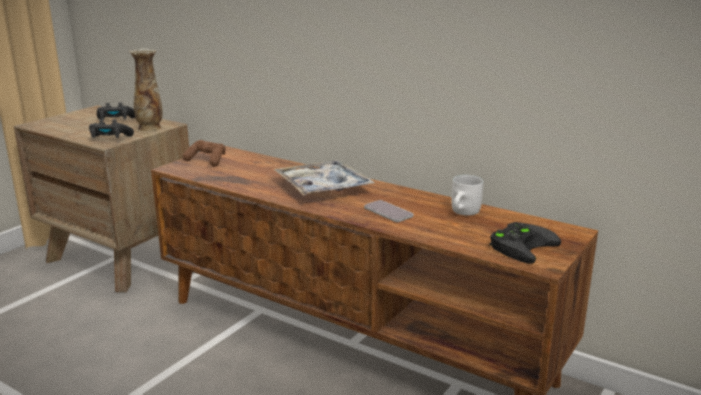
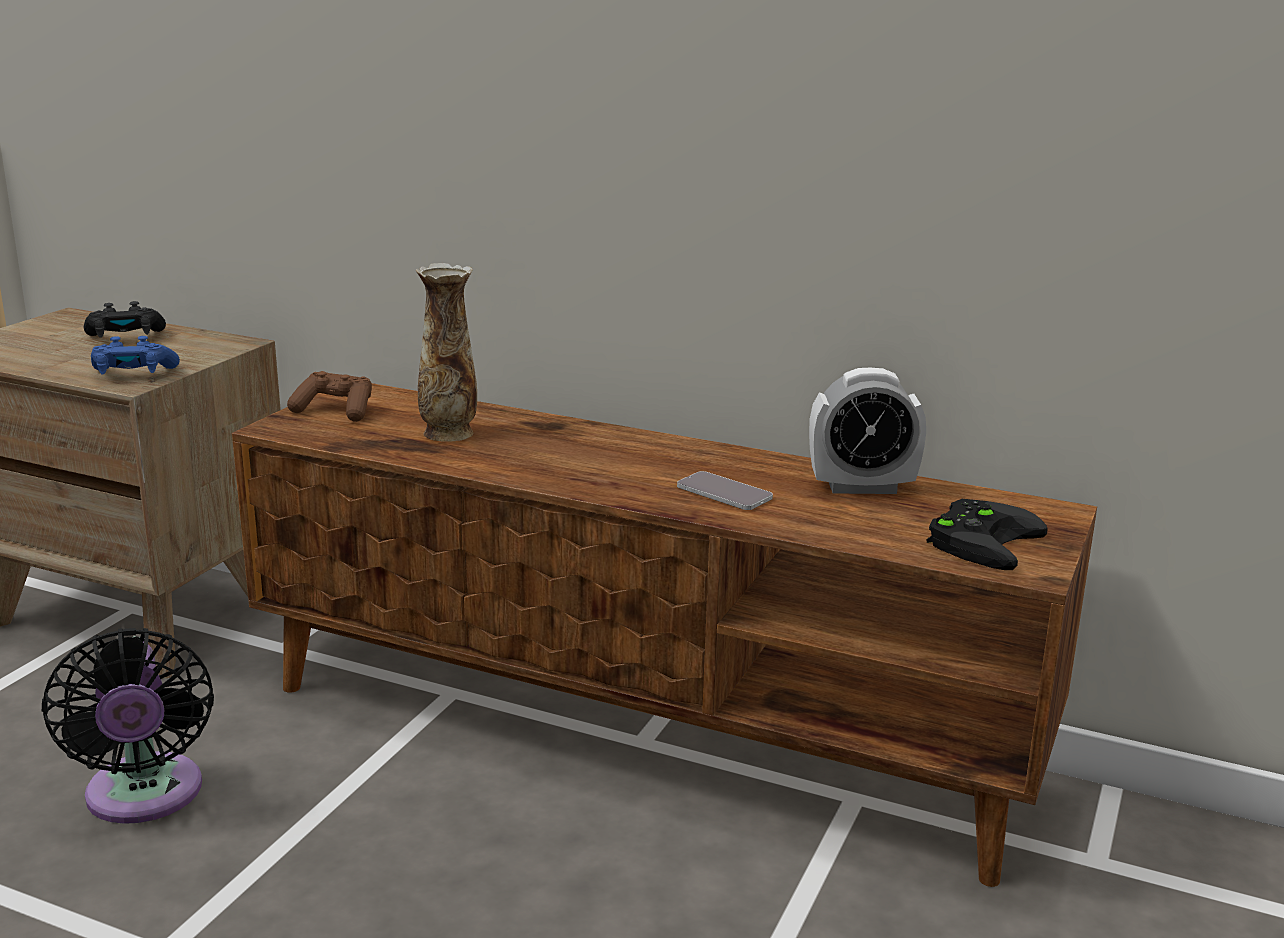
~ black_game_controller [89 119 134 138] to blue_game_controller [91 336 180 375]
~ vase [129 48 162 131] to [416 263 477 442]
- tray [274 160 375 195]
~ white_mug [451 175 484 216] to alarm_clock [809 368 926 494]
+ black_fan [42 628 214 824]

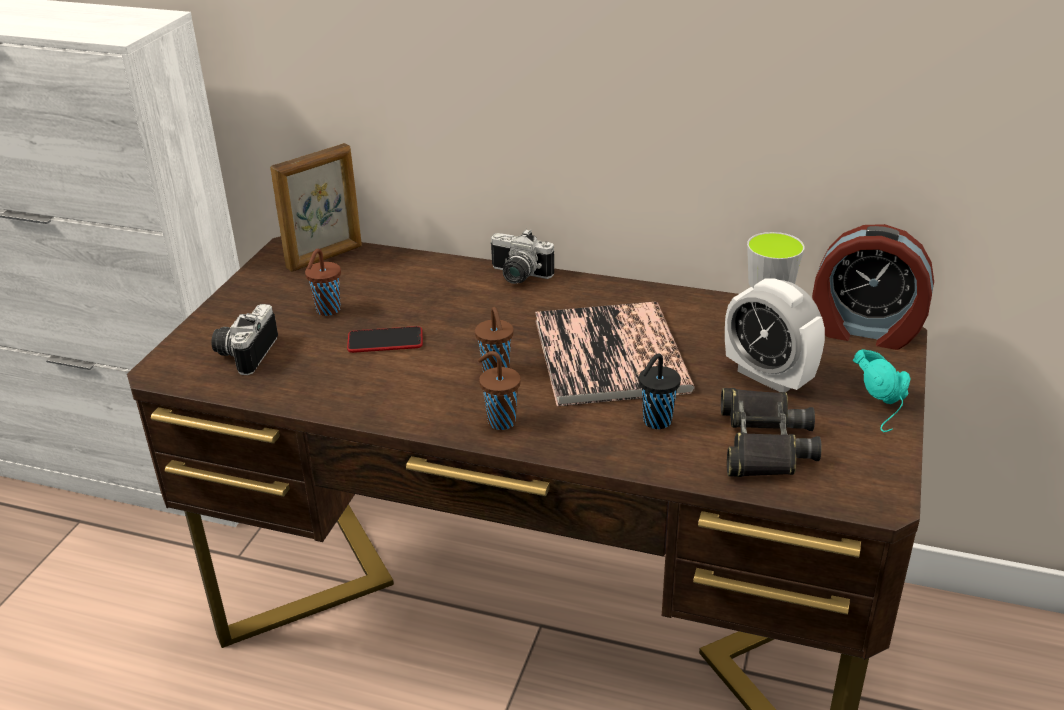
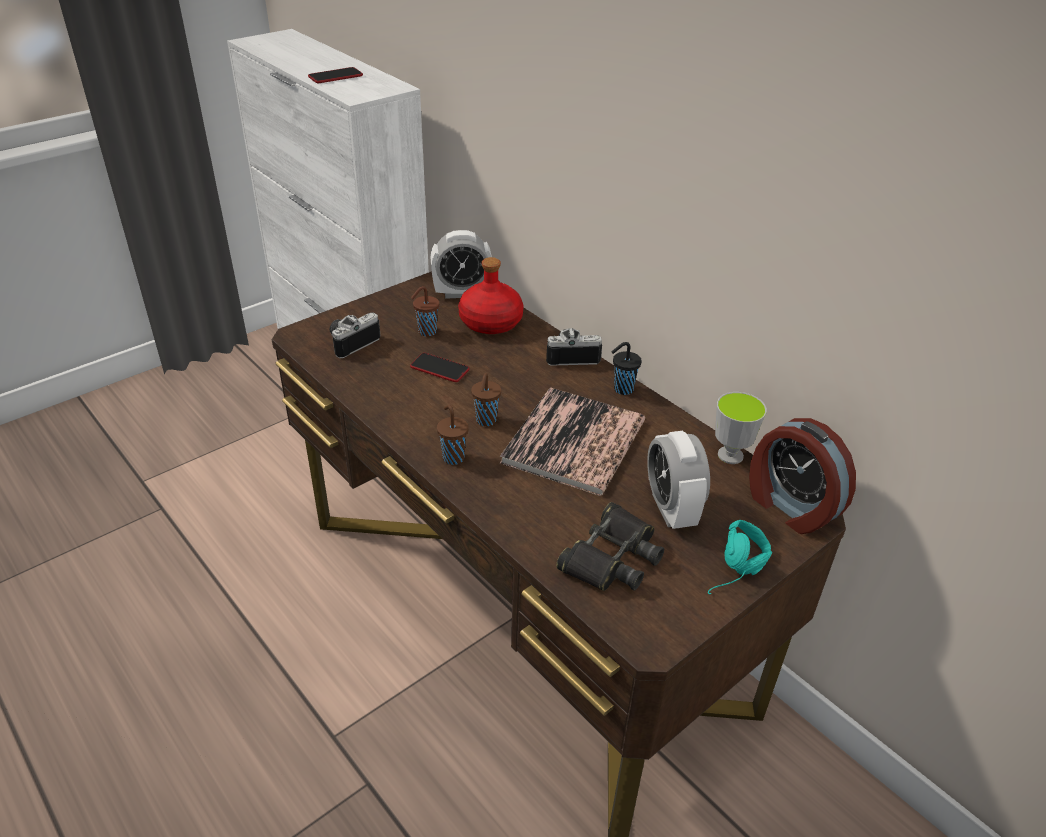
~ picture_frame [270 143 362 272] to alarm_clock [431 230 492 299]
~ photo_camera [490 229 554 284] = [546 328 602 366] 120 degrees clockwise
~ black_cup [639 353 681 429] to [612 342 642 395]
+ phone [308 67 363 83]
+ red_bottle [458 257 524 334]

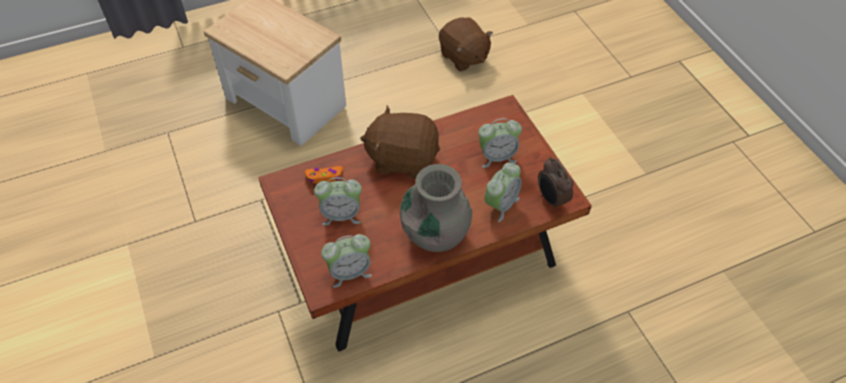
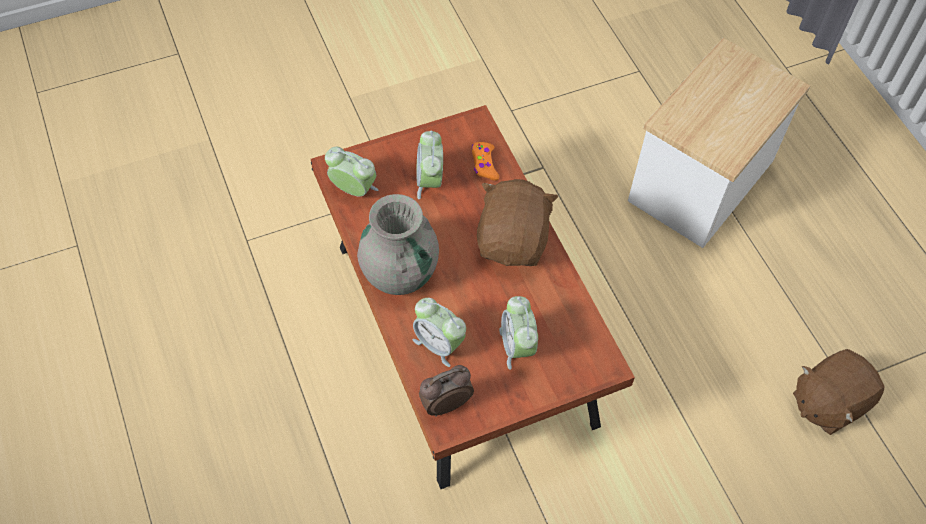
~ alarm_clock [321 234 372 288] = [325 147 378 196] 135 degrees clockwise

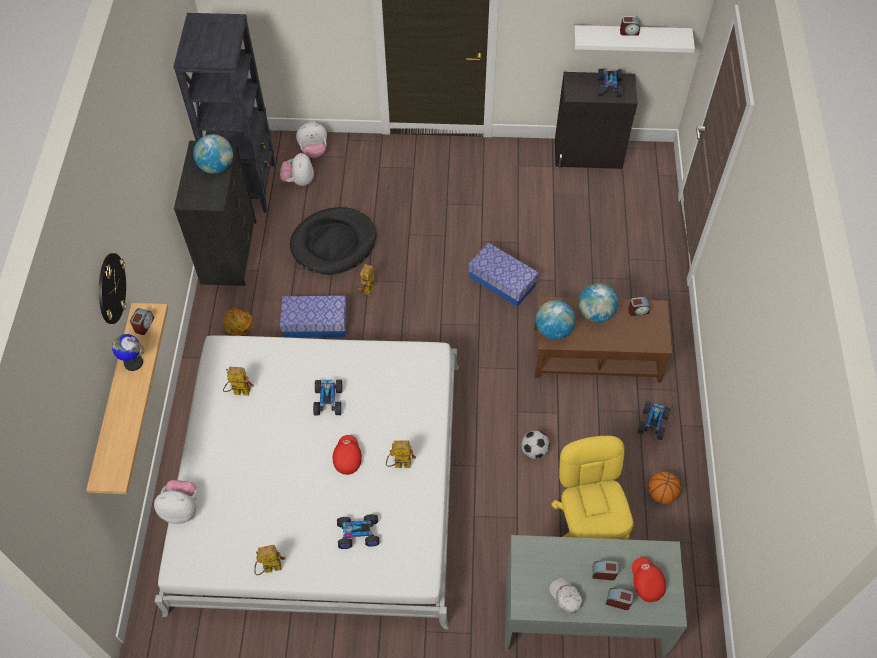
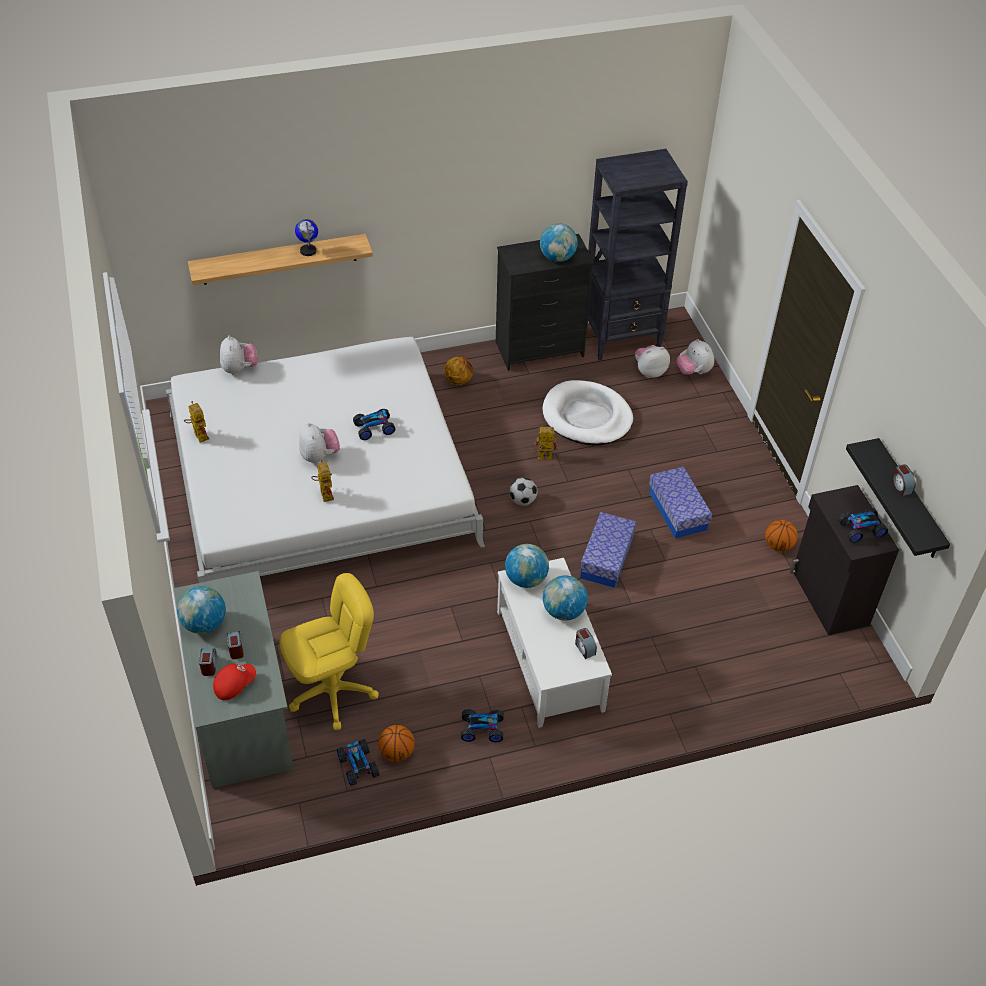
- wall_clock [99 253 126 324]
- alarm_clock [130 308 154 335]
- toy_robot [223 367 254 396]
~ storage_box [280 296 347 337] to [649 466 712 539]
~ black_dog_bed [290 207 377 275] to white_dog_bed [542 380 633 445]
~ red_cap [333 435 362 475] to plush_toy [299 422 340 463]
~ toy_car [337 514 380 549] to [337 739 379 786]
~ football [521 430 550 459] to [510 478 537 506]
~ brown_coffee_table [535 296 672 383] to white_coffee_table [497 558 612 728]
~ white_cap [549 578 583 614] to globe [177 586 226 634]
~ white_shelf [574 25 695 53] to black_shelf [846 438 950 558]
+ basketball [765 520 798 552]

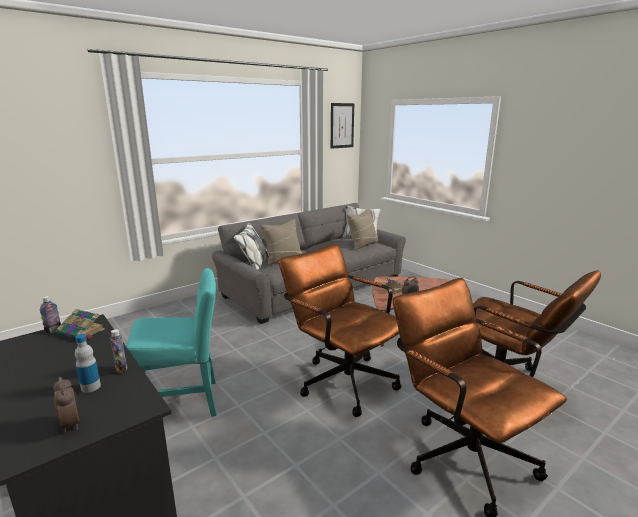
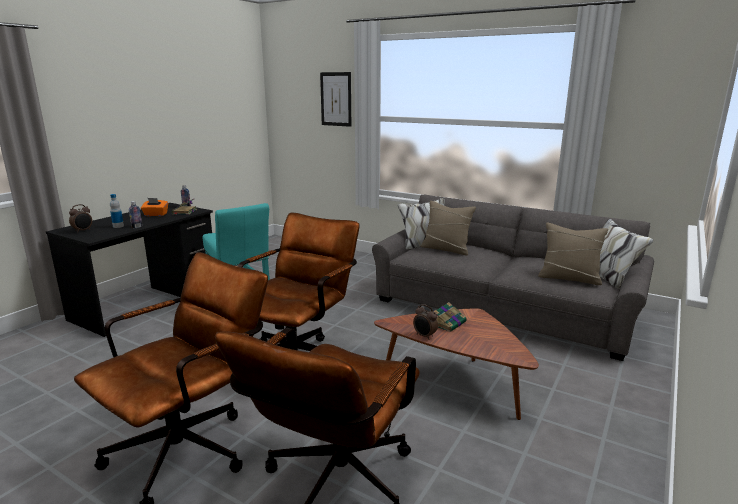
~ picture [331 103 354 149] to [320 72 351 127]
+ orange_tissue_box [141 198 168 216]

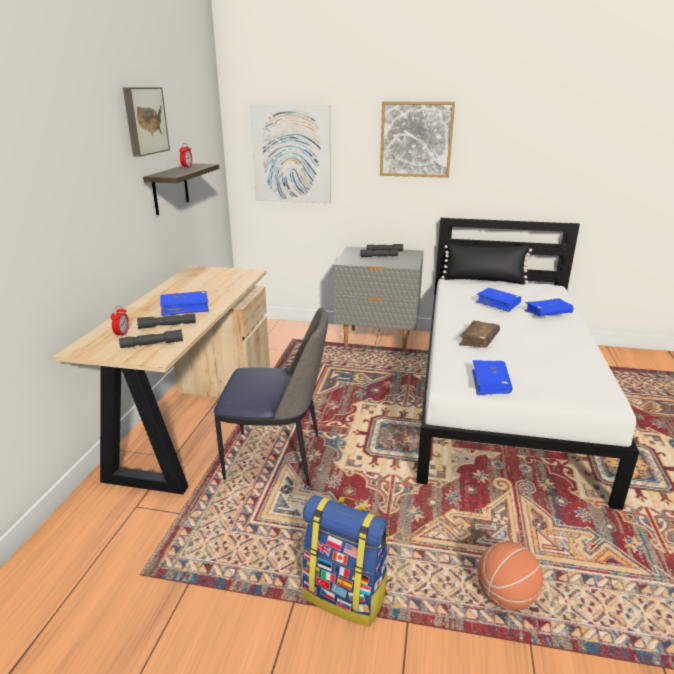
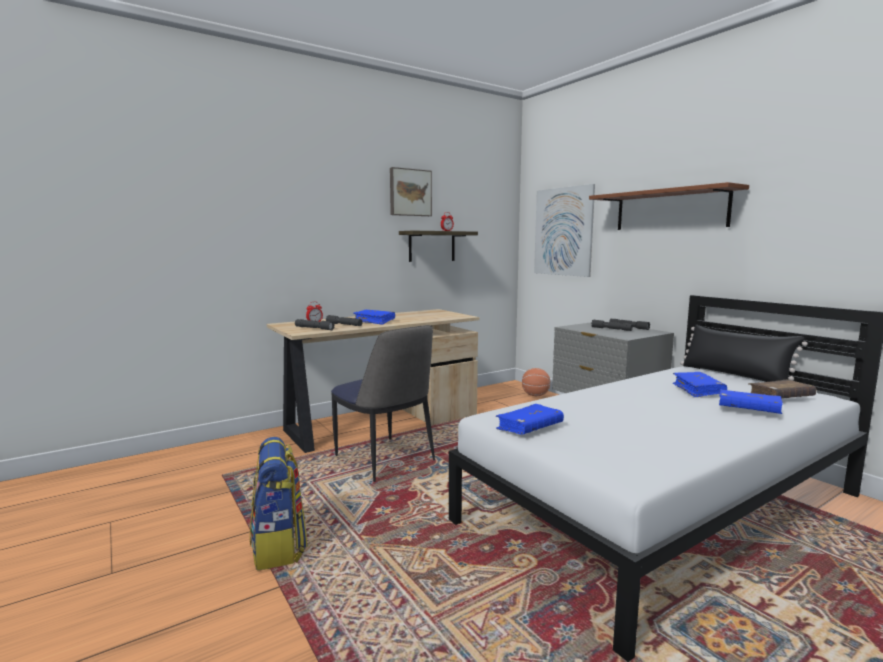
~ picture [380 102 455 178] to brown_shelf [589 182 749 230]
~ brown_book [459 321 500 347] to [748 379 816 399]
~ basketball [477 541 543 610] to [522 368 550 396]

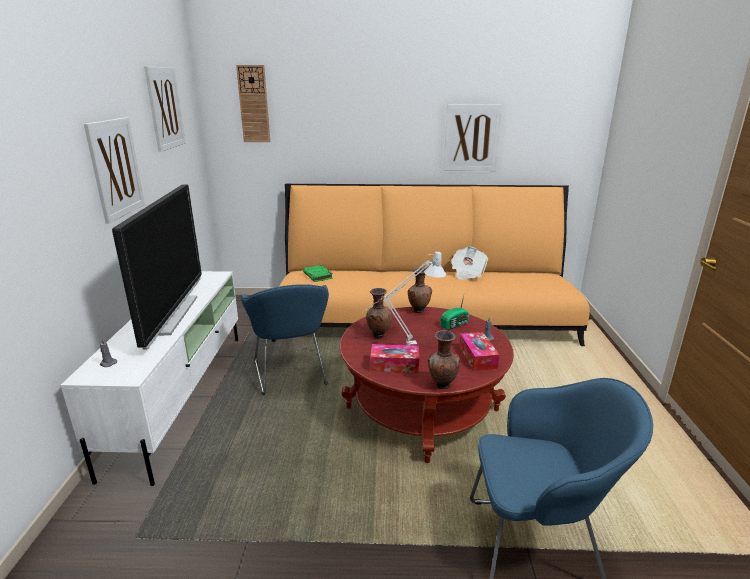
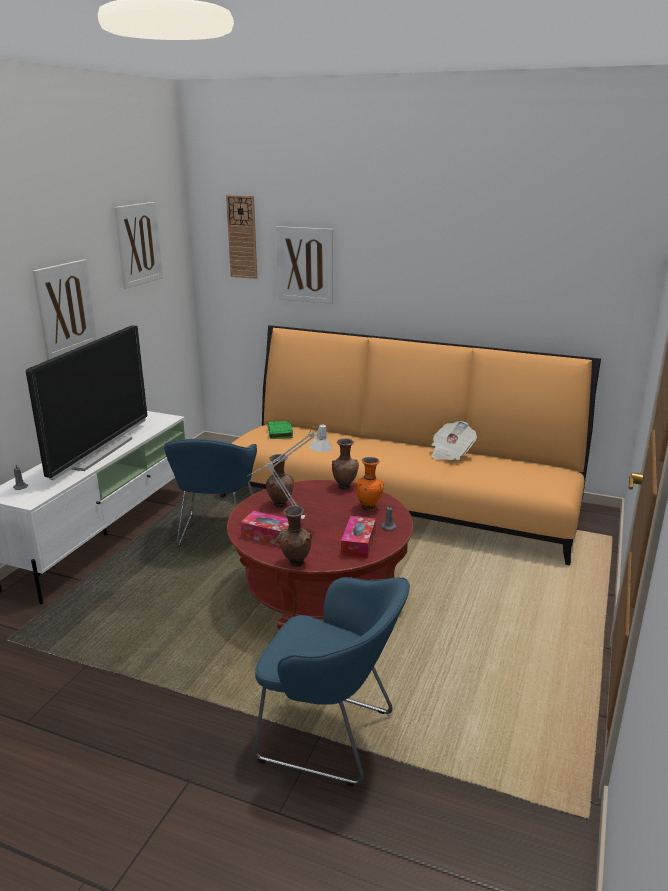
~ radio [440 295 469 330] to orange_vase [355 457 384 511]
~ picture [444 104 502 171] to [276 226 333 304]

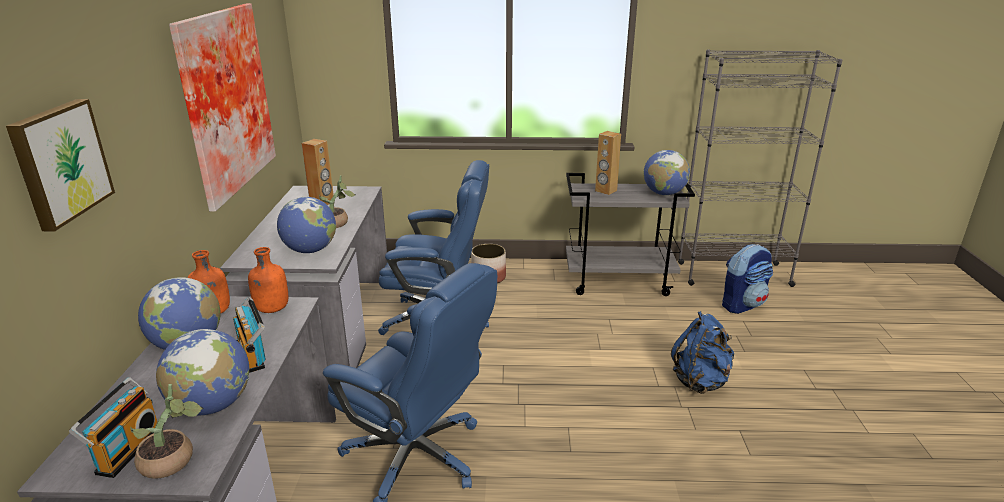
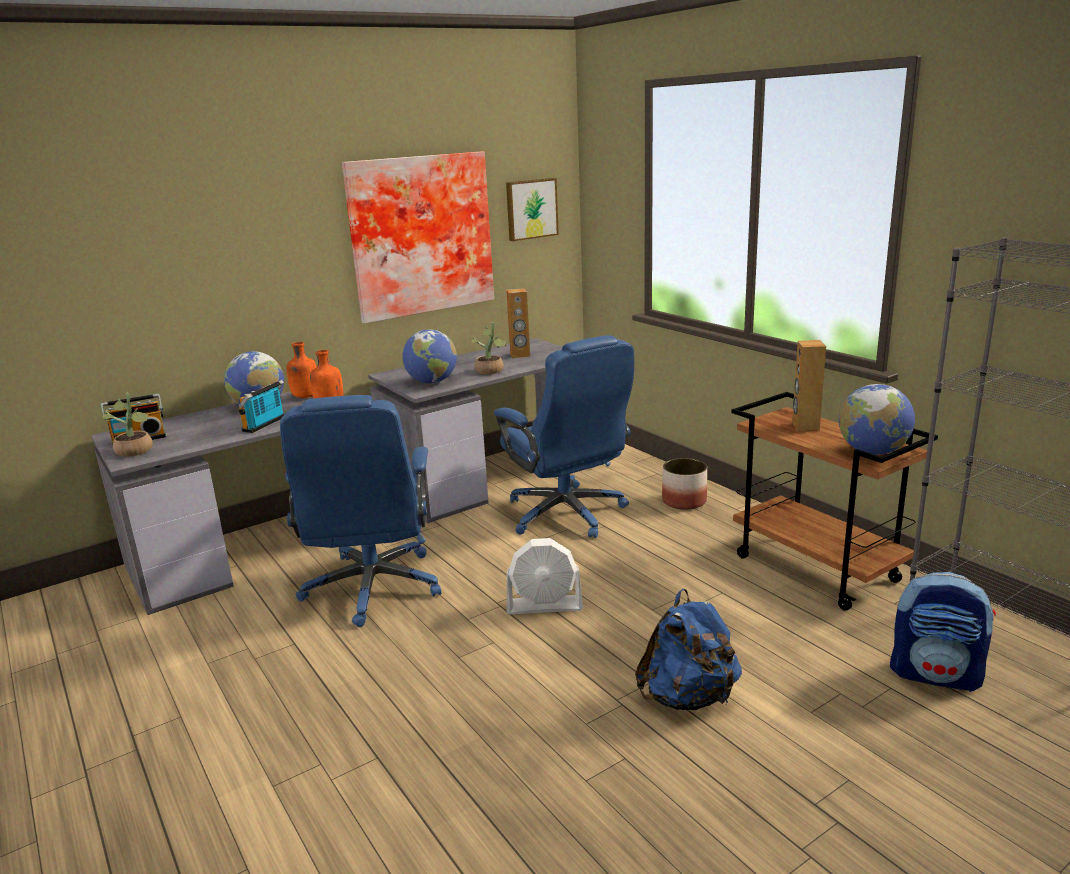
~ picture [6 99 115 231] to [506 178 559 241]
- globe [156 329 249 415]
~ grey_cart [566 173 695 296] to brown_cart [731 392 938 611]
+ white_fan [507 538 583 614]

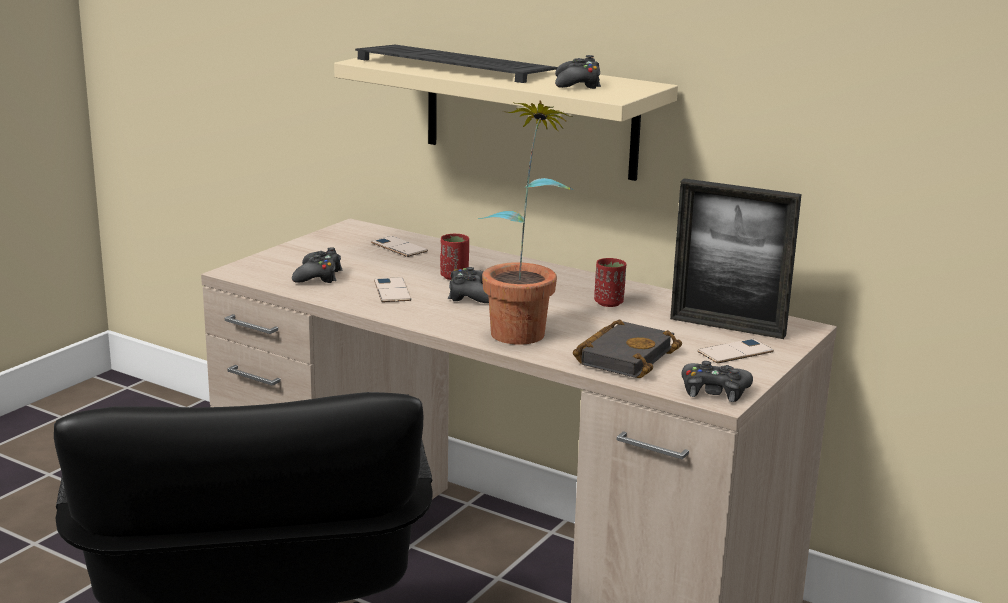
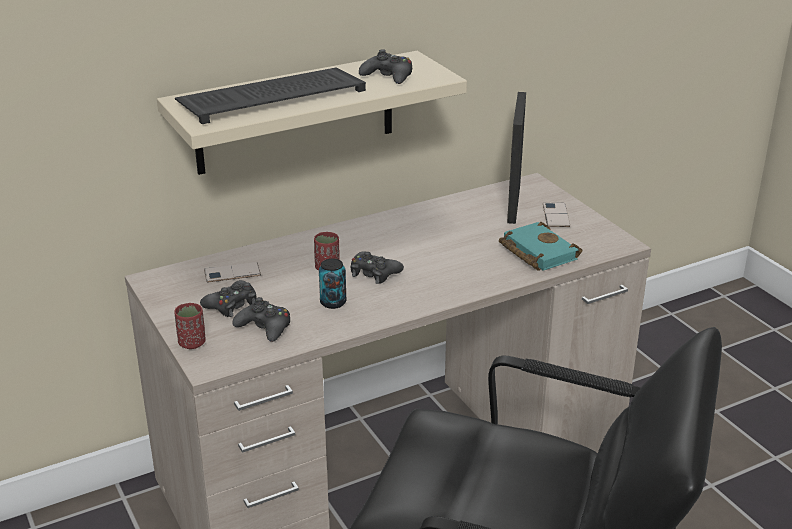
~ phone [374 277 411 302] to can [319 259 346 309]
- potted_plant [478 101 573 345]
~ black_book [573 319 682 378] to turquoise_book [499 222 582 271]
~ red_cup [594 258 626 307] to [174 303 206 349]
~ picture_frame [670 178 802 339] = [507 92 526 224] 135 degrees clockwise
~ black_game_controller [682 361 753 402] to [200 280 256 317]

